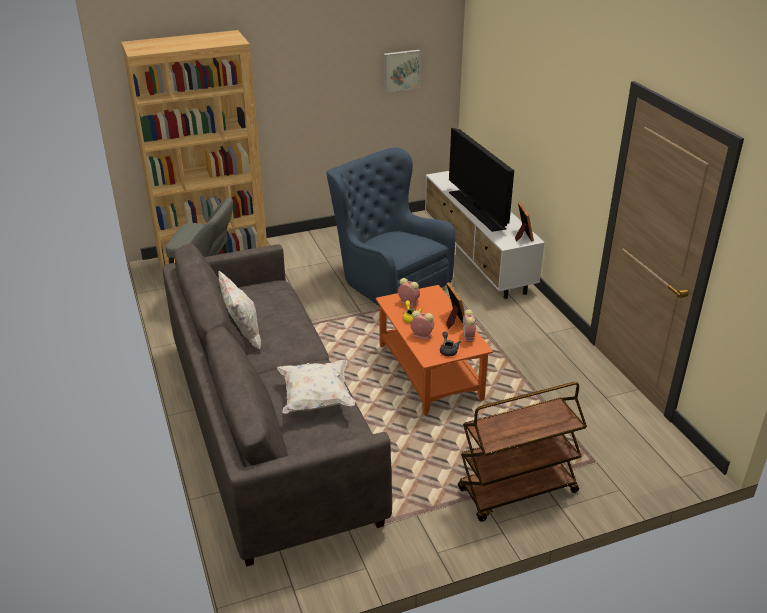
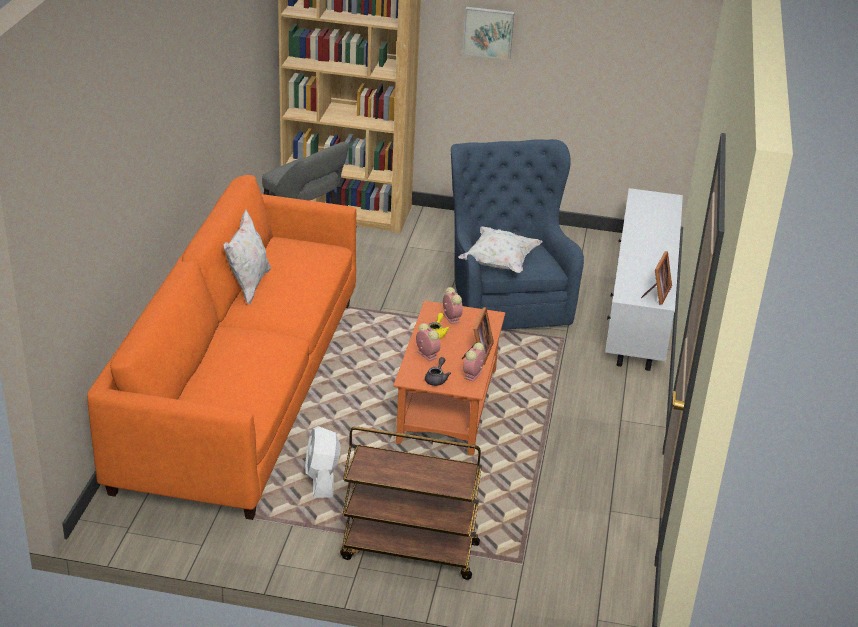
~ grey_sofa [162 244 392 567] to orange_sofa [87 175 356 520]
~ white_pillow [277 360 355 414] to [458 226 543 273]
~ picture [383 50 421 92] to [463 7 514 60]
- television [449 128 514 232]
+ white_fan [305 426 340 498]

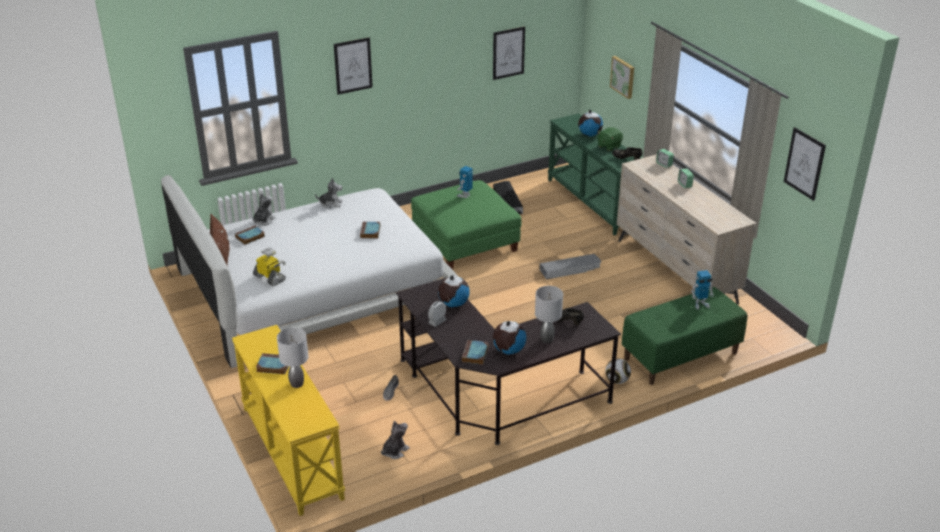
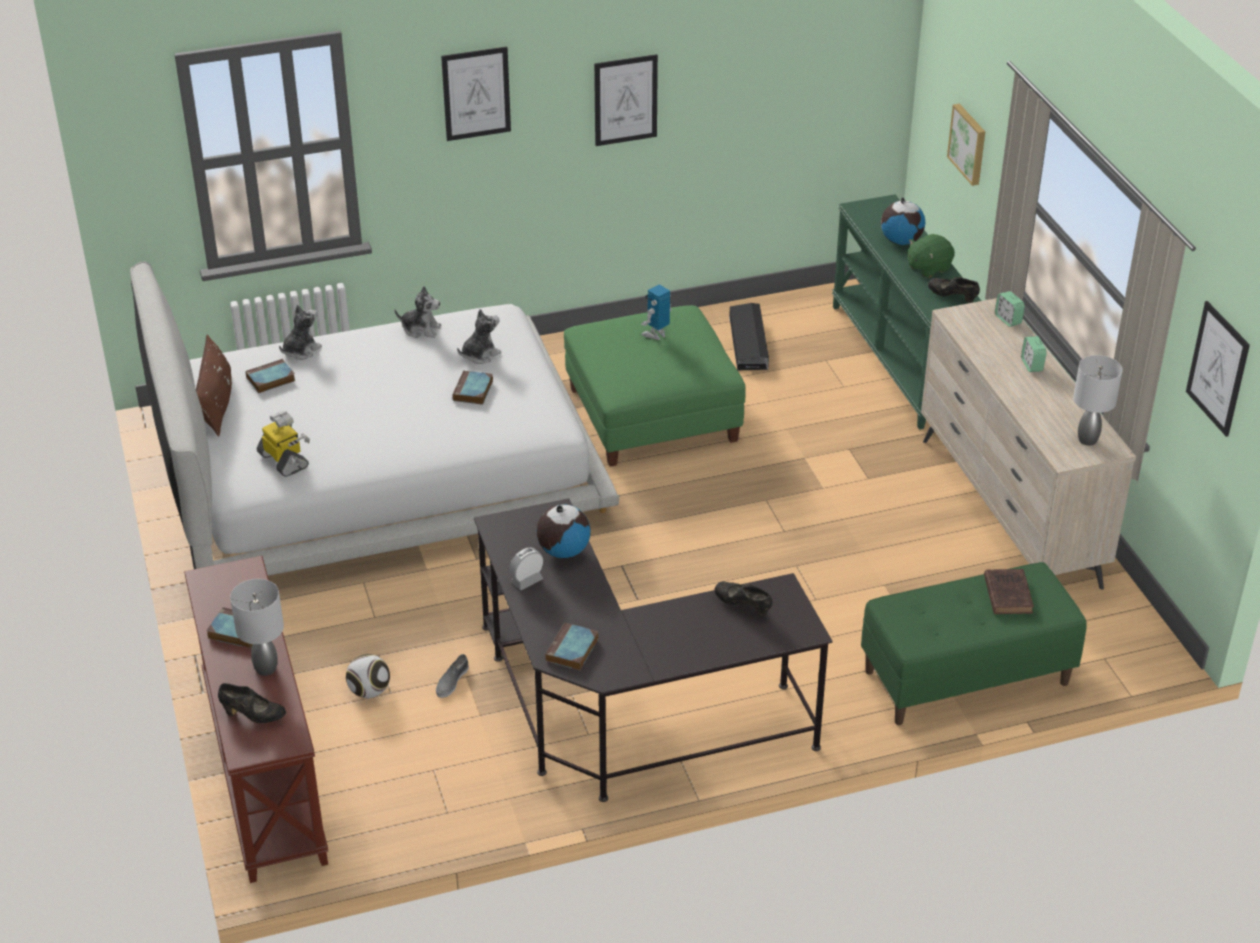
~ yellow_console_table [232 325 345 516] to brown_console_table [184 556 328 883]
~ plush_toy [381 421 410 459] to [457 309 501 364]
~ picture [493 26 525 80] to [594 54 658 146]
- globe [493 321 526 355]
~ grey_table_lamp [535 286 563 343] to [1073 355 1123 446]
- grey_storage_box [539 254 601 280]
~ football [605 358 631 384] to [346 654 390 698]
~ toy_robot [691 270 714 310] to brown_book [984 569 1034 614]
+ black_shoe [218 683 286 723]

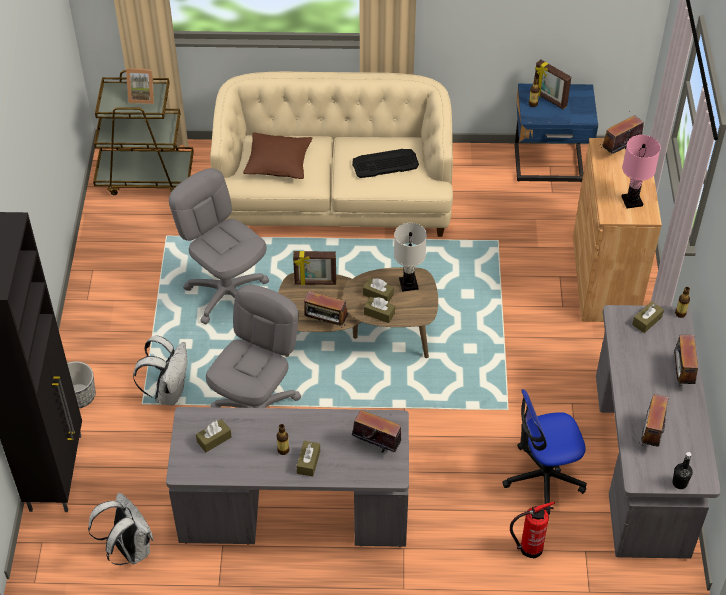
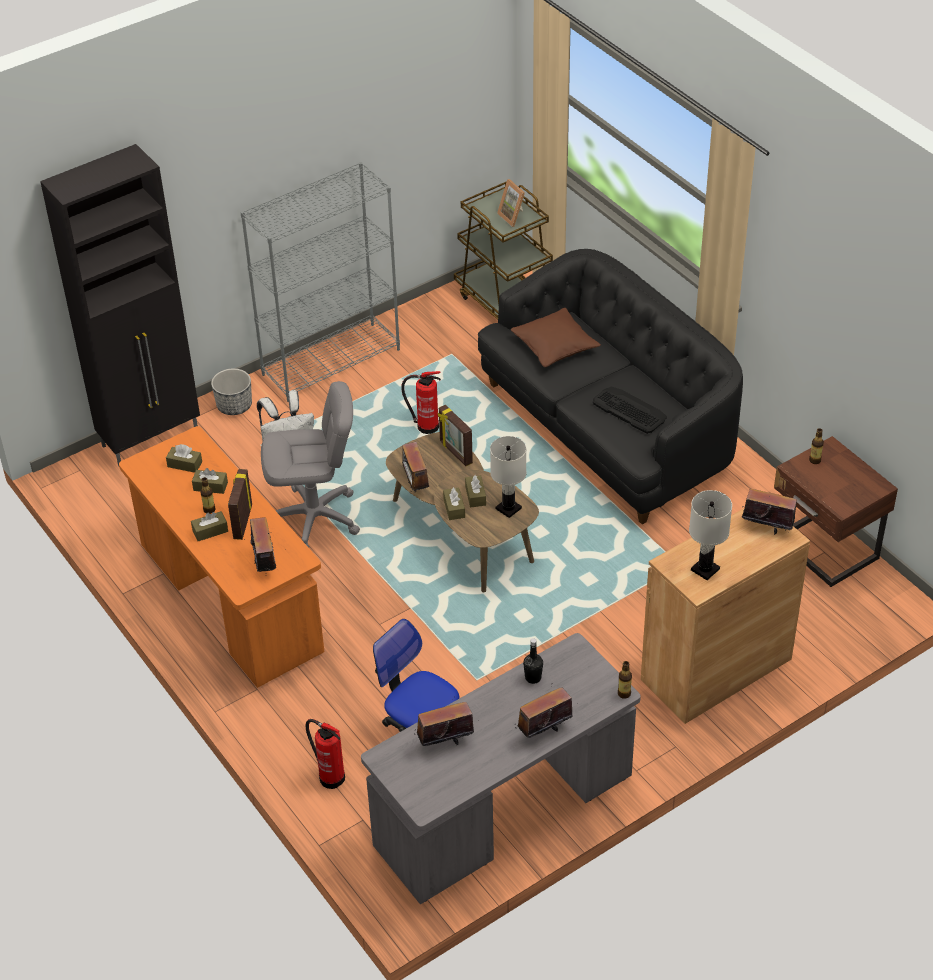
- white_backpack [88 492 154 565]
~ grey_desk [166 407 409 547] to orange_desk [119 426 324 688]
~ grey_office_chair [169 168 269 324] to fire_extinguisher [401 371 441 434]
~ beige_sofa [210 71 453 237] to black_sofa [478 249 743 525]
~ blue_nightstand [515 84 598 182] to brown_nightstand [774 436 898 587]
~ picture_frame [535 60 571 109] to [228 469 252 540]
~ pink_table_lamp [621 135 660 209] to white_table_lamp [689 490 732 580]
~ brown_tissue_box [632 301 664 333] to [192 468 228 494]
~ black_bottle [673 452 693 489] to [523 638 543 684]
+ grey_bookcase [241 162 400 402]

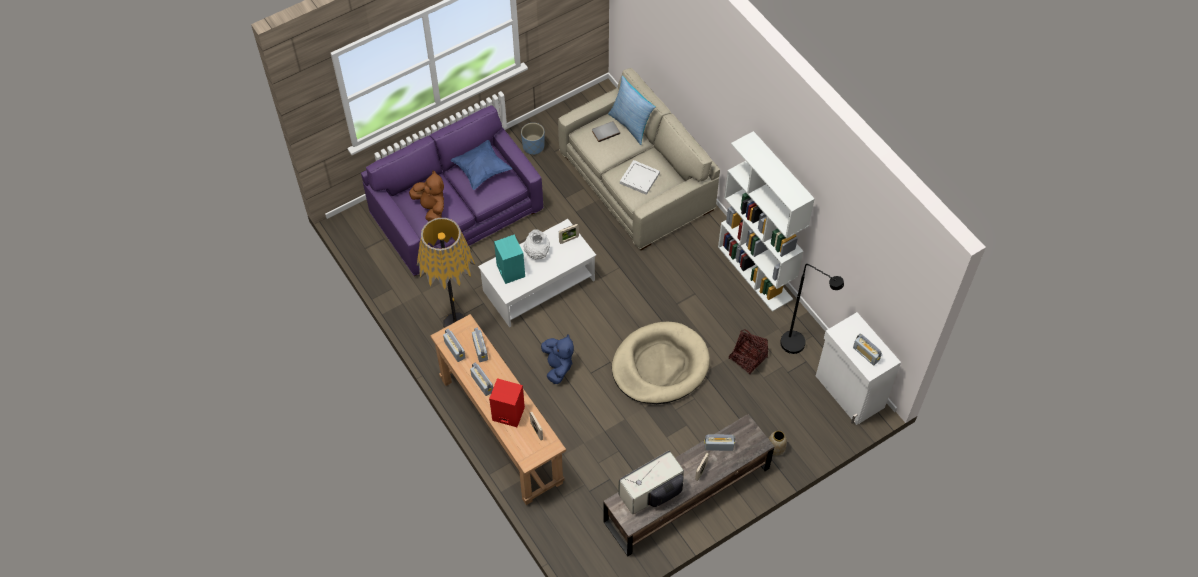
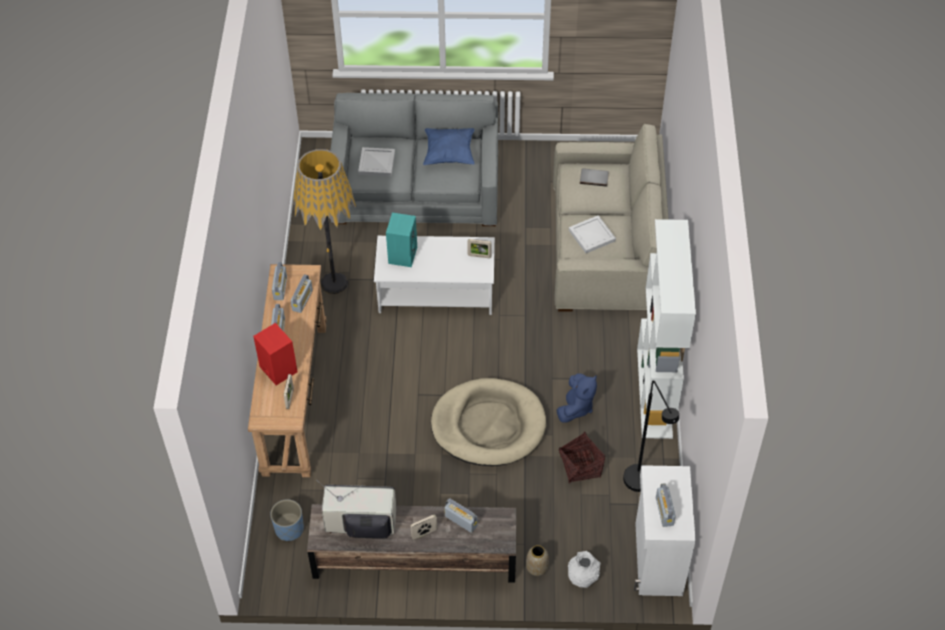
~ purple_sofa [361 105 544 276] to grey_sofa [330 93 498 226]
~ brown_plush_toy [409 170 444 221] to white_tray [358 147 395 176]
~ blue_planter [521 123 544 155] to [270 499 304 541]
~ white_vase [524 229 550 260] to [568 551 601 588]
~ blue_plush_toy [541 334 574 384] to [557 373 597 423]
- pillow [608 76 655 145]

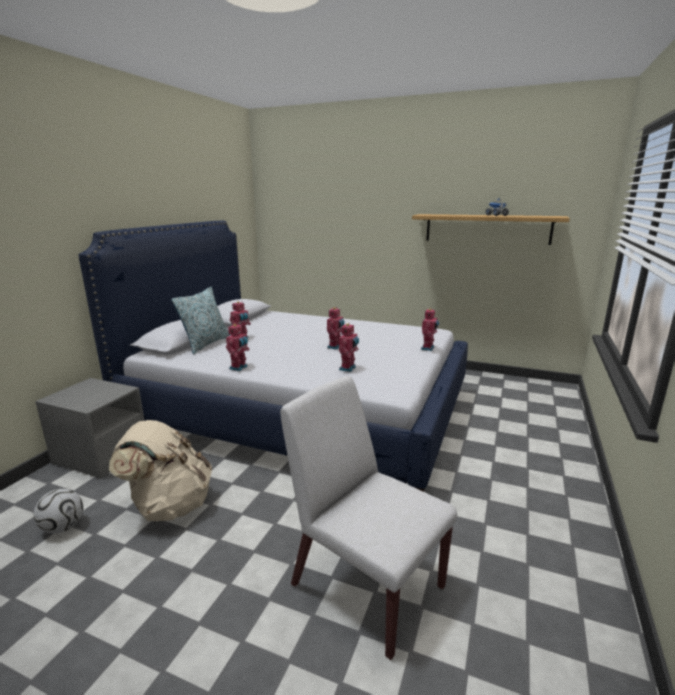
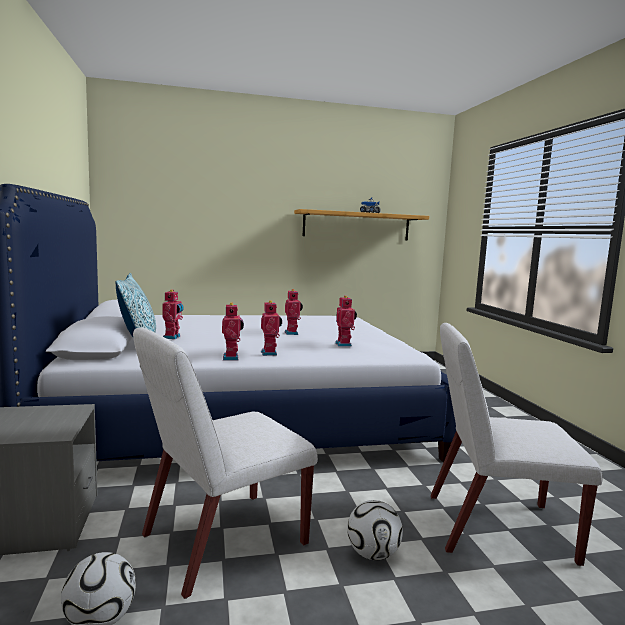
~ beige_backpack [109 420 212 521] to white_chair [133 328 318 599]
~ toy_robot [421 308 439 351] to [261 300 282 356]
+ football [347 500 403 560]

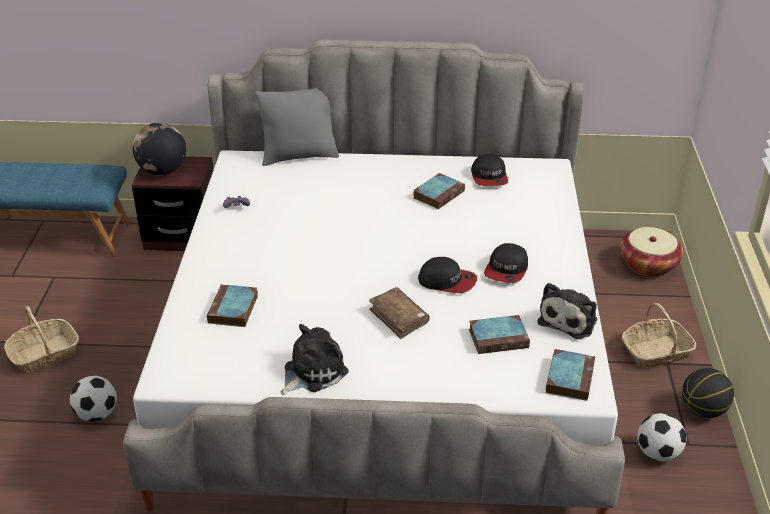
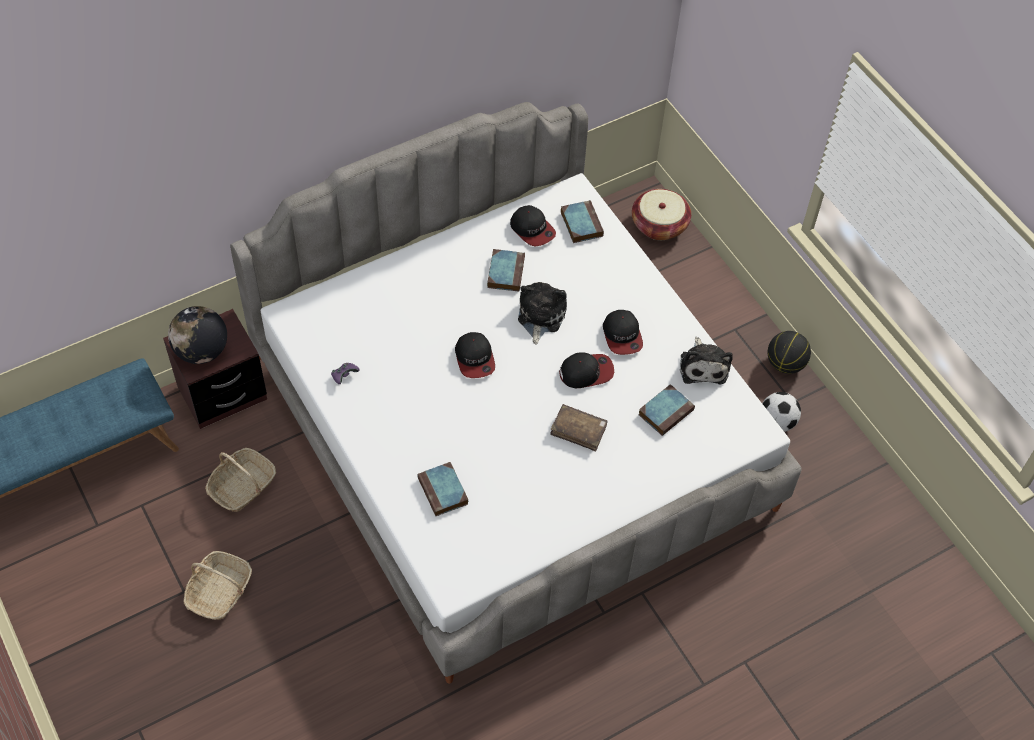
- football [70 376 117 422]
- grey_pillow [255 88 339 166]
~ plush_toy [280 324 349 395] to [518 282 567 345]
~ book [546 349 595 401] to [561 200 604 243]
~ basket [622 303 696 368] to [205 448 276 512]
+ cap [455 332 495 378]

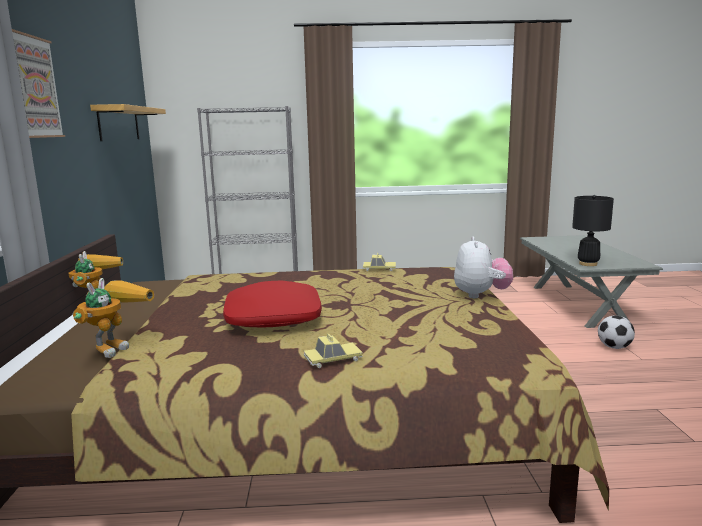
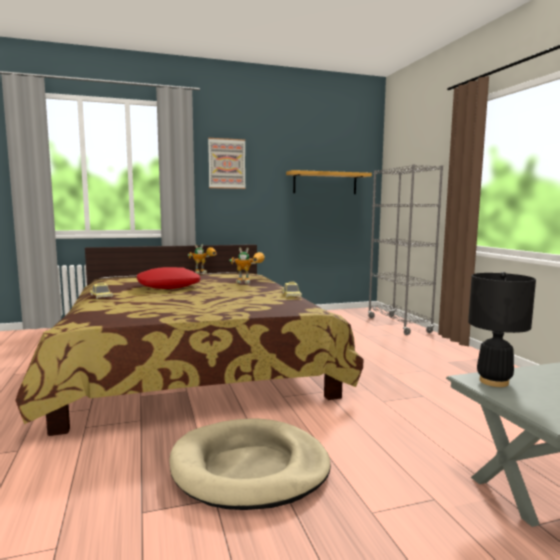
~ toy_robot [73 278 154 358] to [229 248 265 284]
- plush_toy [454 237 513 298]
- football [598 315 635 349]
+ beige_dog_bed [169 418 331 510]

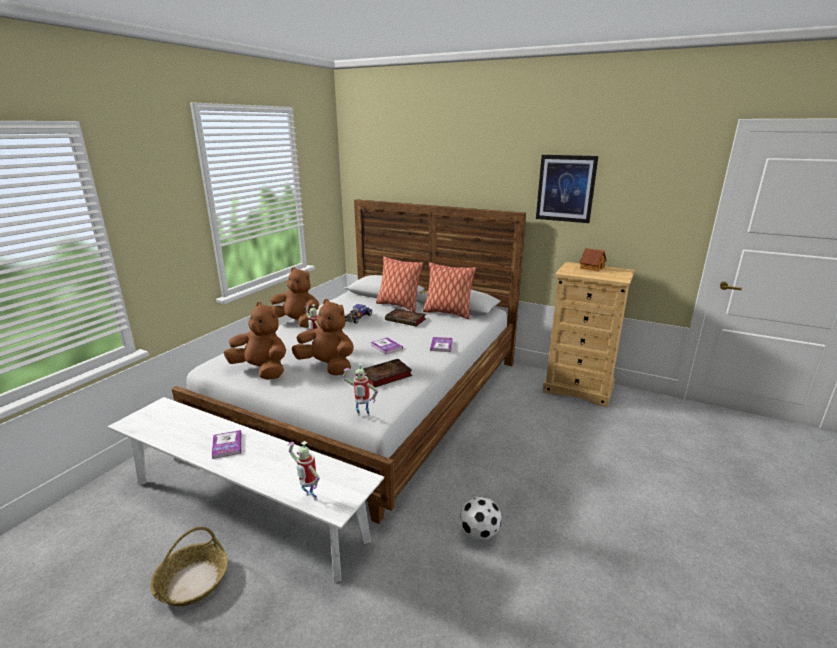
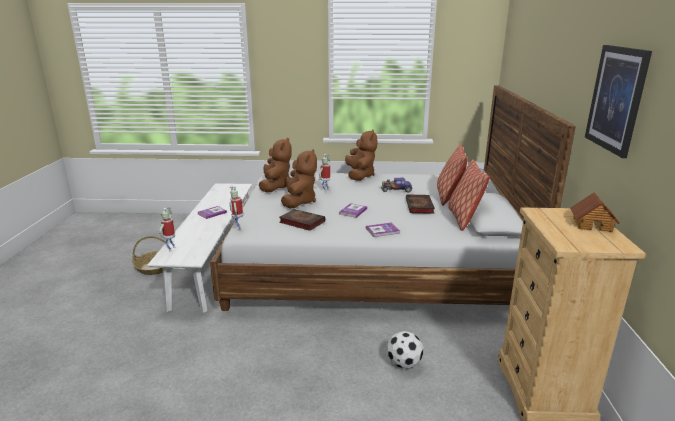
~ football [460 497 502 541] to [387 331 423 369]

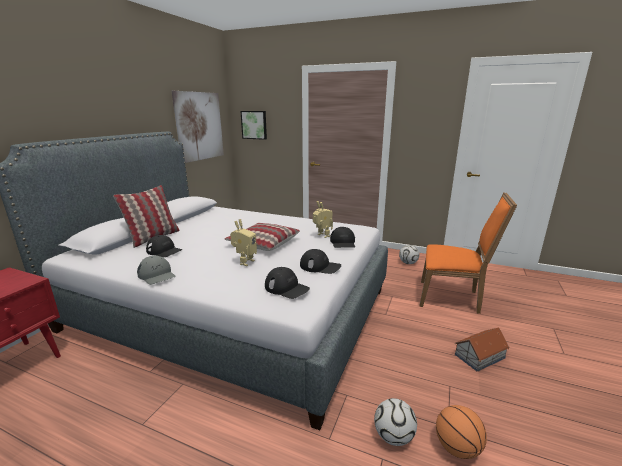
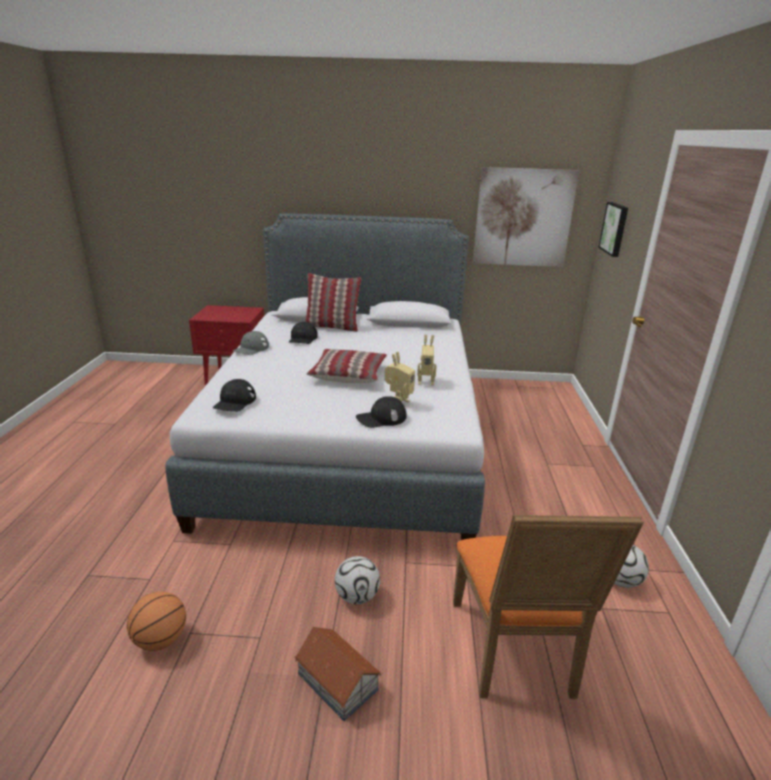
~ toy_robot [230 219 257 266] to [417 335 437 385]
- black_cap [300 249 341 274]
~ football [374 398 417 446] to [335 556 380 604]

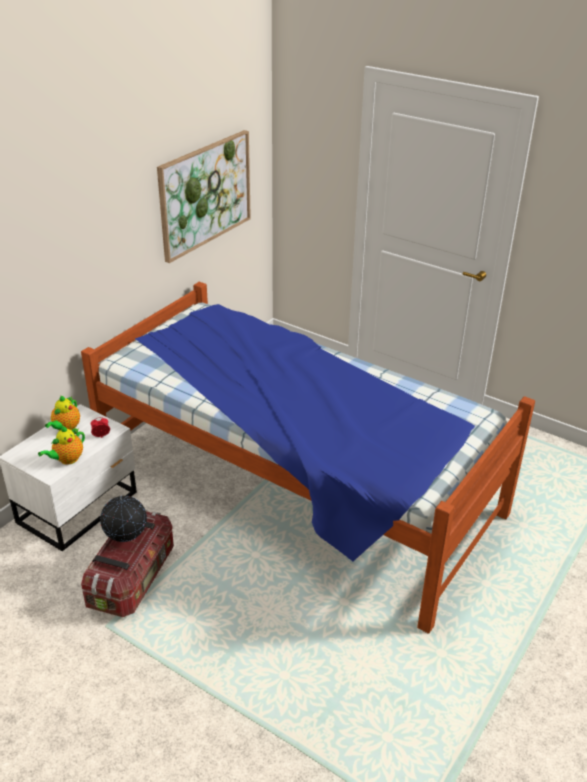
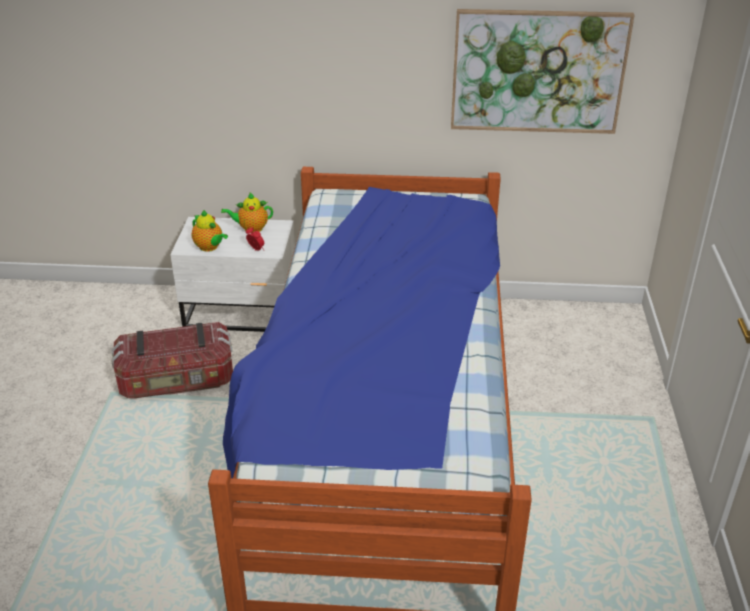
~ teapot [38 426 85 465] = [191 210 228 252] 150 degrees counterclockwise
- globe [100 496 147 542]

